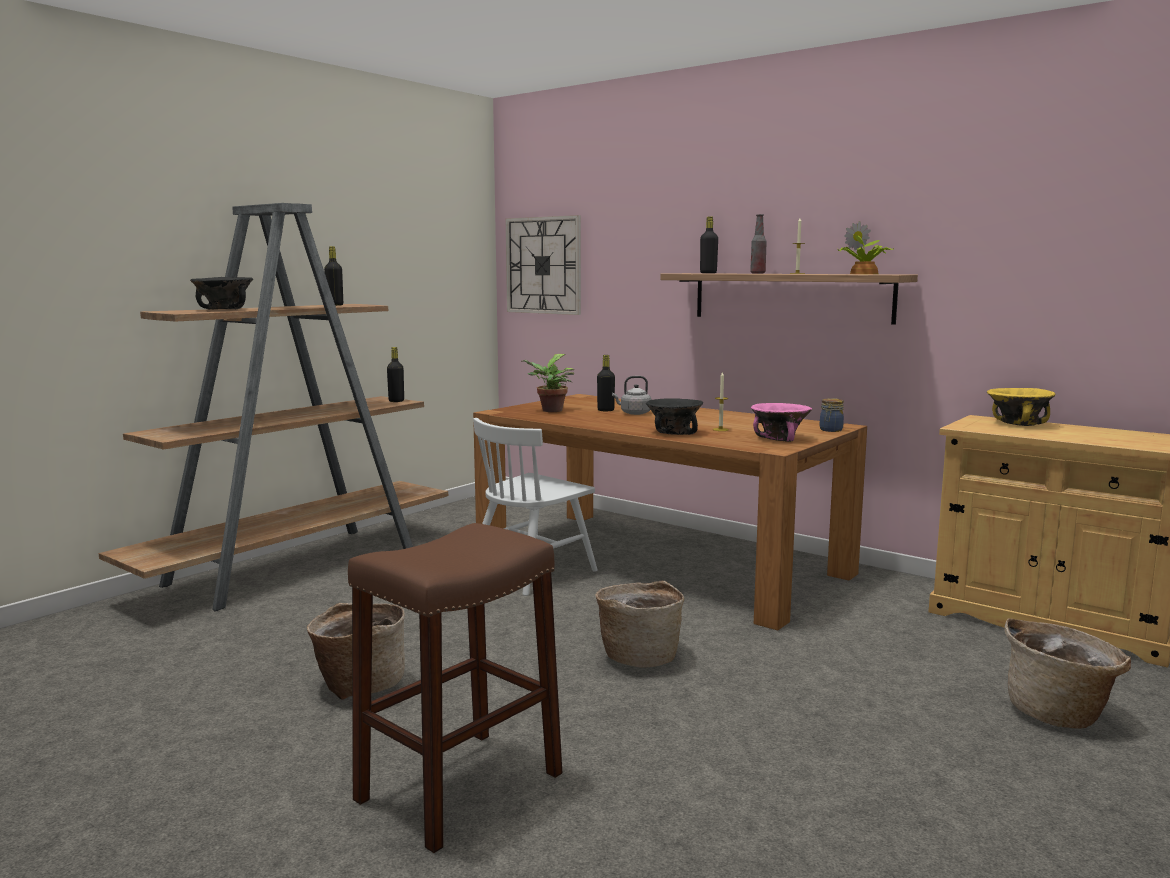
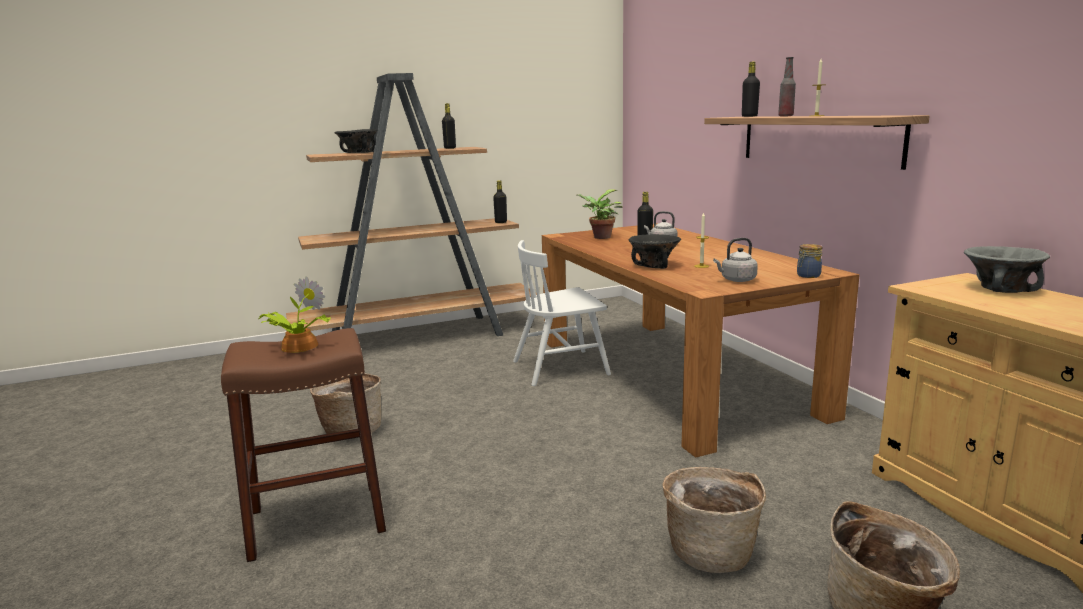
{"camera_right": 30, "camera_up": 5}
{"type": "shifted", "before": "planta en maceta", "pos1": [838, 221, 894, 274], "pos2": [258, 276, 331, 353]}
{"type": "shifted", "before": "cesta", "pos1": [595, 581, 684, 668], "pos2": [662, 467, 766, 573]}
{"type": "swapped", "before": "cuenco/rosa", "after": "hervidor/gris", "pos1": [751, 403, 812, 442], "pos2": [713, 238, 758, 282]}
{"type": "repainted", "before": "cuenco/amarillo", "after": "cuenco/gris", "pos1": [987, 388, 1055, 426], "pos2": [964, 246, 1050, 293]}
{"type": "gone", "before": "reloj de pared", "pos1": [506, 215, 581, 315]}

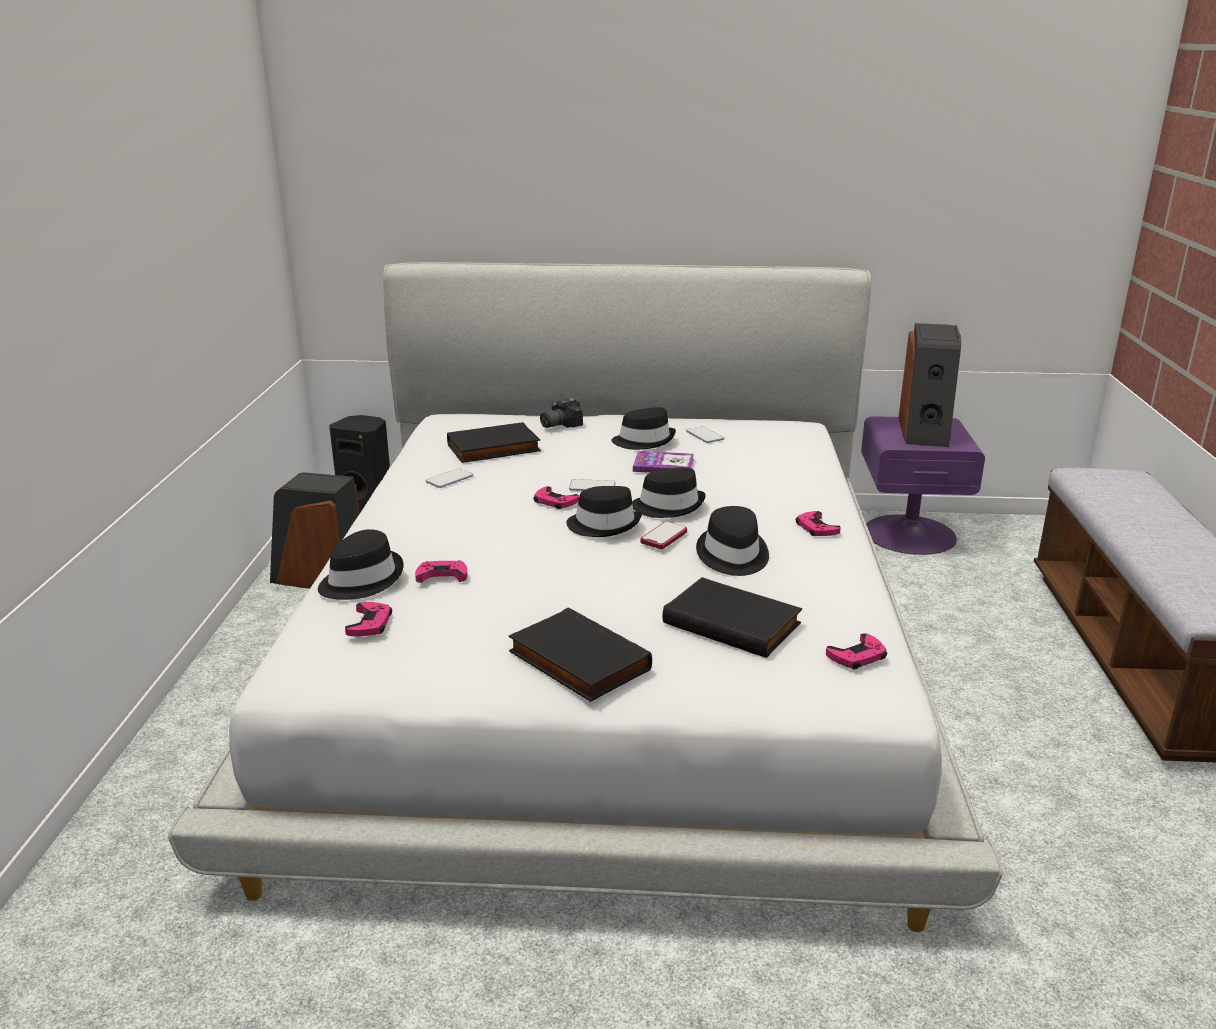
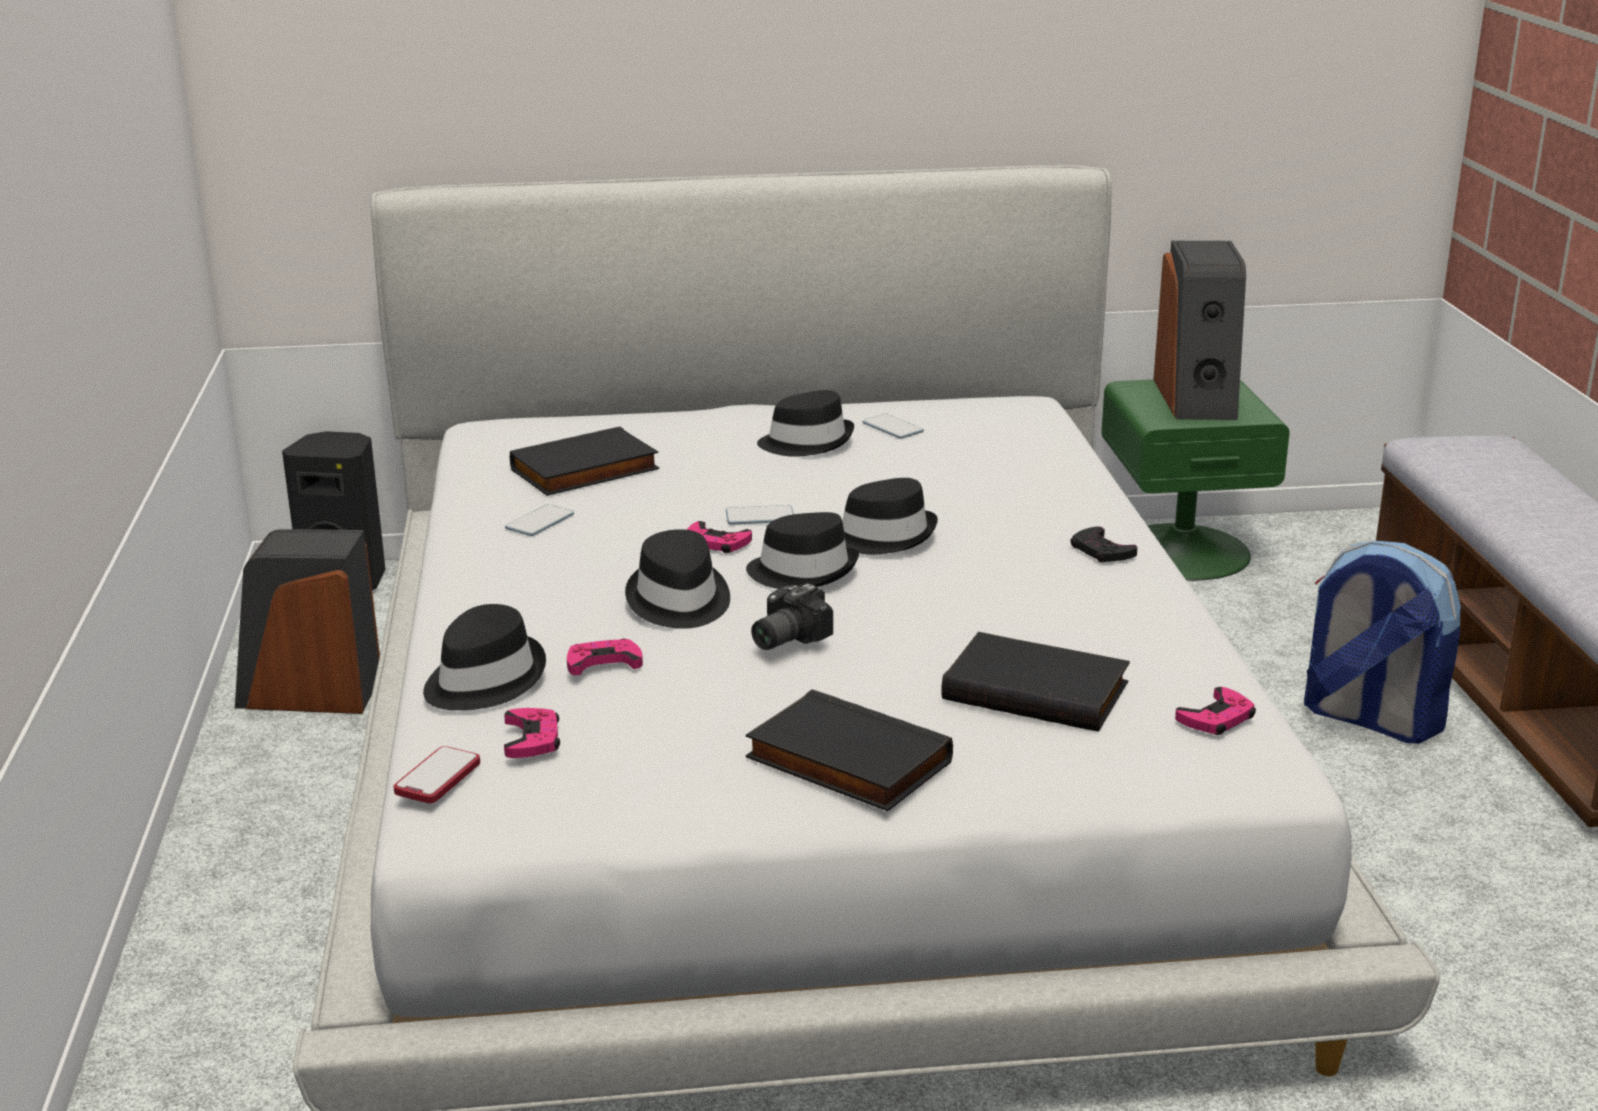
{"camera_right": -10, "camera_up": 0}
{"type": "shifted", "before": "móvil", "pos1": [640, 522, 687, 549], "pos2": [394, 746, 480, 804]}
{"type": "shifted", "before": "sombrero/negro", "pos1": [696, 506, 769, 576], "pos2": [625, 529, 730, 629]}
{"type": "shifted", "before": "cámara", "pos1": [540, 398, 583, 428], "pos2": [751, 583, 833, 650]}
{"type": "repainted", "before": "mando de consola/rosa", "after": "mando de consola/negro", "pos1": [796, 511, 841, 536], "pos2": [1070, 526, 1137, 562]}
{"type": "repainted", "before": "mesita de noche/morado", "after": "mesita de noche/verde", "pos1": [861, 416, 985, 555], "pos2": [1101, 379, 1290, 580]}
{"type": "new", "after": "mochila", "pos2": [1304, 541, 1461, 743]}
{"type": "gone", "before": "libro", "pos1": [633, 451, 694, 473]}

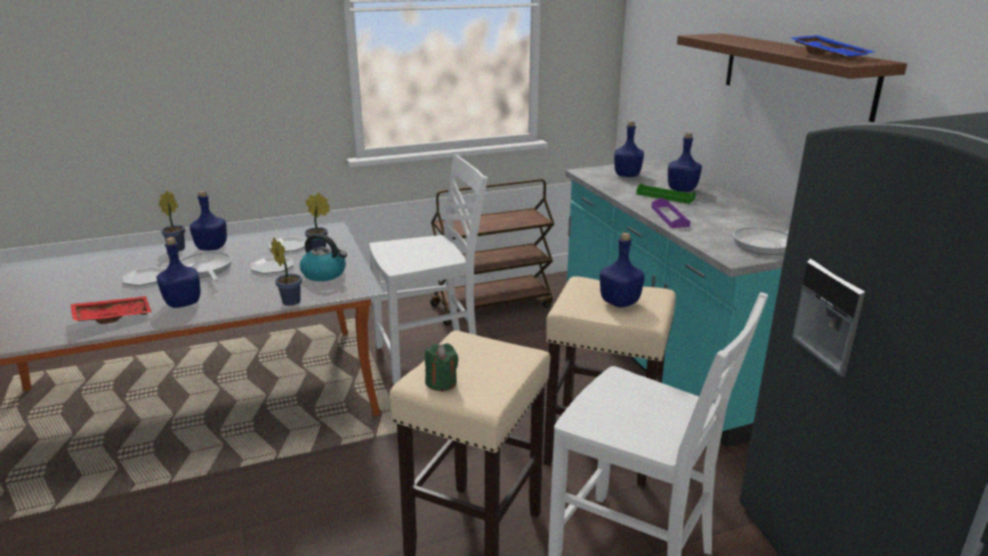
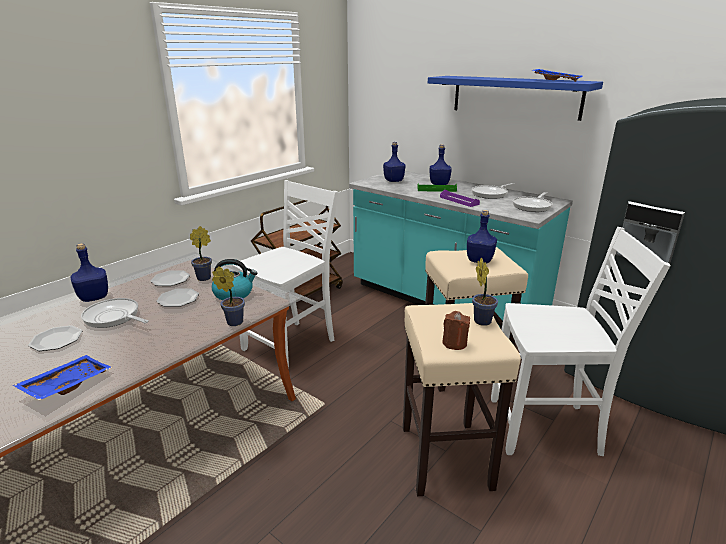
{"camera_right": -30, "camera_up": 0}
{"type": "repainted", "before": "bandeja/rojo", "after": "bandeja/azul", "pos1": [71, 296, 151, 324], "pos2": [13, 355, 112, 400]}
{"type": "repainted", "before": "estante/marrón", "after": "estante/azul", "pos1": [677, 33, 907, 122], "pos2": [428, 76, 603, 121]}
{"type": "repainted", "before": "vela/verde", "after": "vela/marrón", "pos1": [425, 343, 459, 391], "pos2": [442, 311, 470, 350]}
{"type": "new", "after": "sartén", "pos2": [472, 183, 514, 199]}
{"type": "shifted", "before": "planta en maceta", "pos1": [159, 191, 185, 251], "pos2": [472, 257, 498, 326]}
{"type": "gone", "before": "botella/azul", "pos1": [157, 237, 200, 308]}

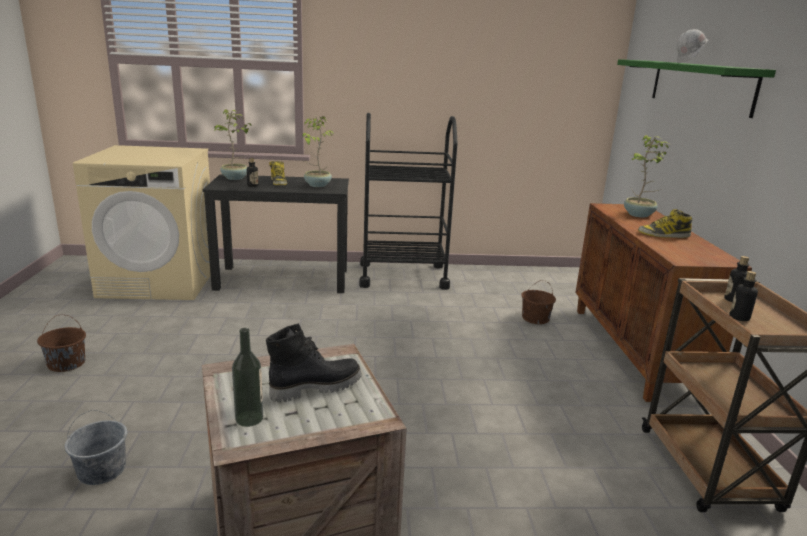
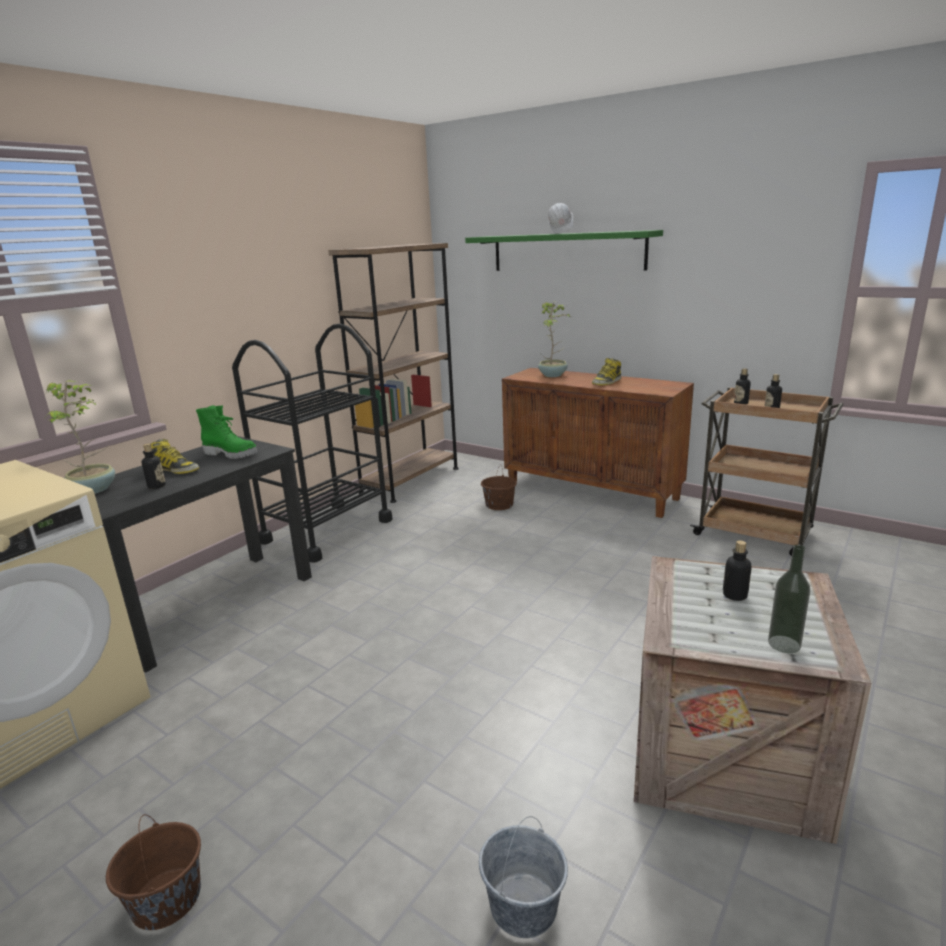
{"camera_right": -50, "camera_up": 0}
{"type": "swapped", "before": "planta en maceta", "after": "bota/verde", "pos1": [302, 116, 334, 187], "pos2": [196, 405, 258, 459]}
{"type": "new", "after": "estantería/marrón", "pos2": [328, 243, 459, 503]}
{"type": "swapped", "before": "bota/negro", "after": "botella", "pos1": [266, 323, 362, 402], "pos2": [723, 540, 752, 601]}

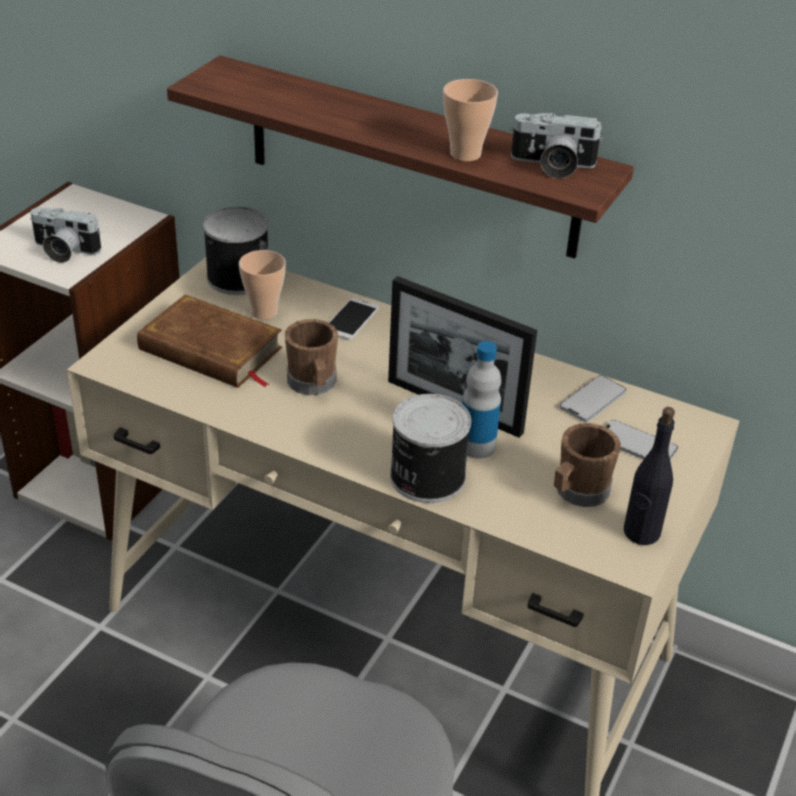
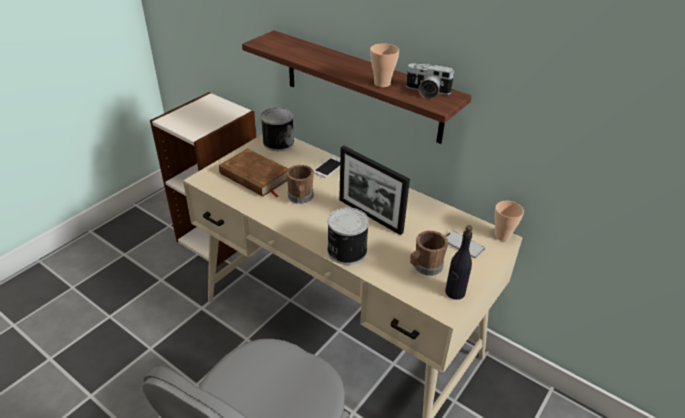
{"camera_right": 10, "camera_up": 0}
{"type": "shifted", "before": "taza", "pos1": [239, 250, 286, 320], "pos2": [495, 201, 524, 241]}
{"type": "gone", "before": "cámara", "pos1": [30, 207, 101, 263]}
{"type": "gone", "before": "botella", "pos1": [462, 341, 501, 459]}
{"type": "gone", "before": "móvil", "pos1": [560, 375, 626, 422]}

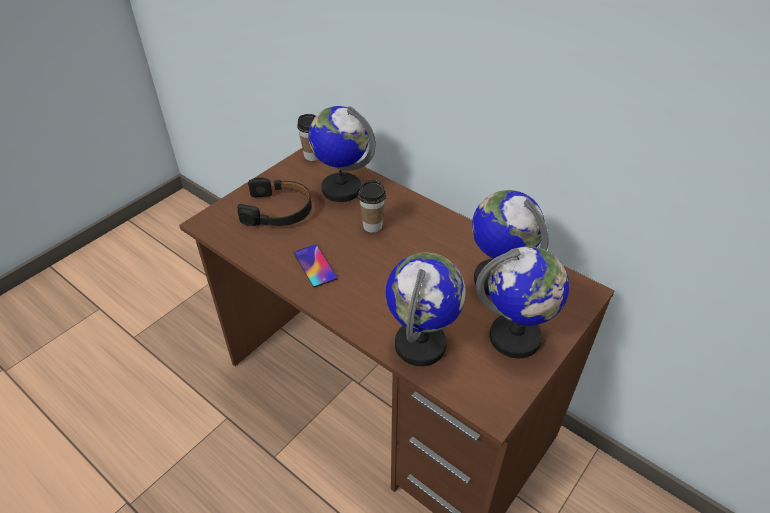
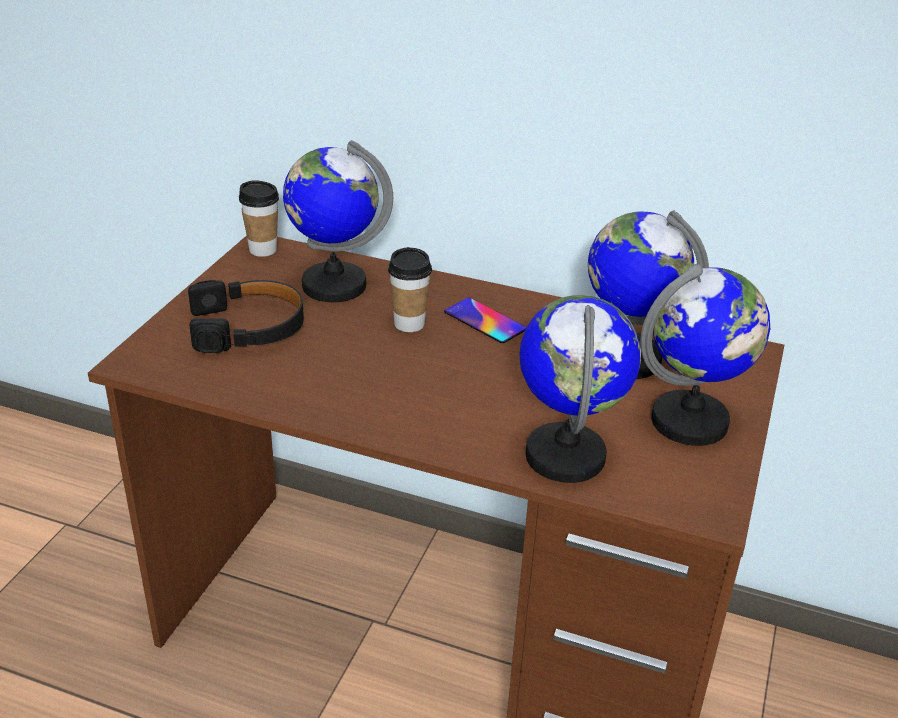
{"camera_right": -20, "camera_up": -10}
{"type": "shifted", "before": "móvil", "pos1": [294, 244, 338, 287], "pos2": [444, 298, 526, 343]}

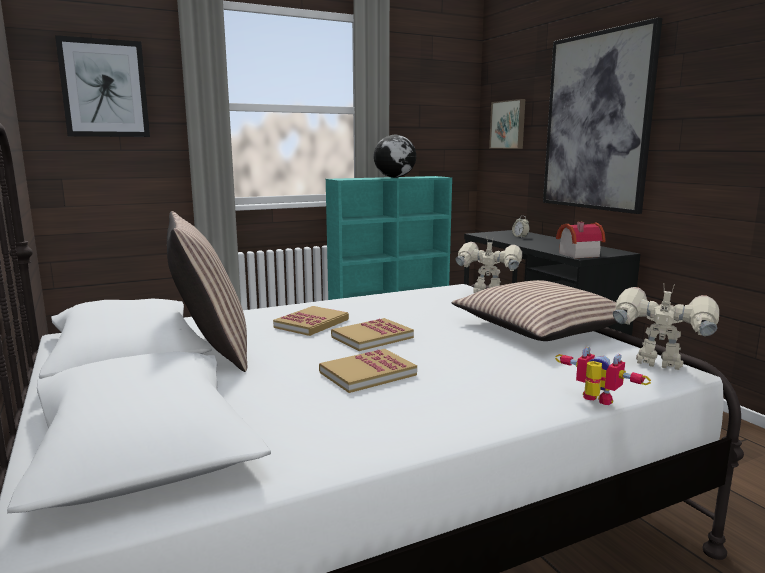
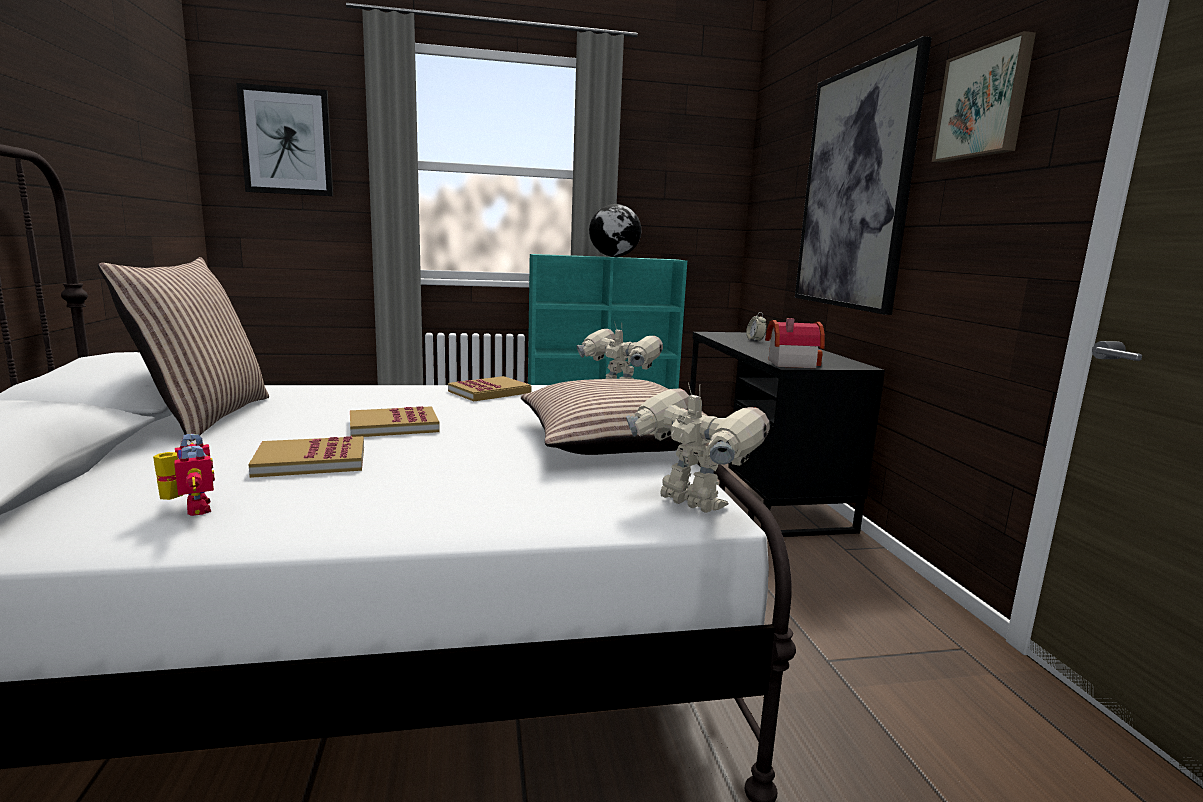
{"camera_right": 15, "camera_up": 0}
{"type": "shifted", "before": "robot de juguete", "pos1": [555, 346, 651, 405], "pos2": [153, 433, 215, 516]}
{"type": "shifted", "before": "libro", "pos1": [273, 306, 349, 336], "pos2": [448, 376, 531, 401]}
{"type": "shifted", "before": "cuadro", "pos1": [489, 99, 525, 149], "pos2": [932, 31, 1036, 162]}

